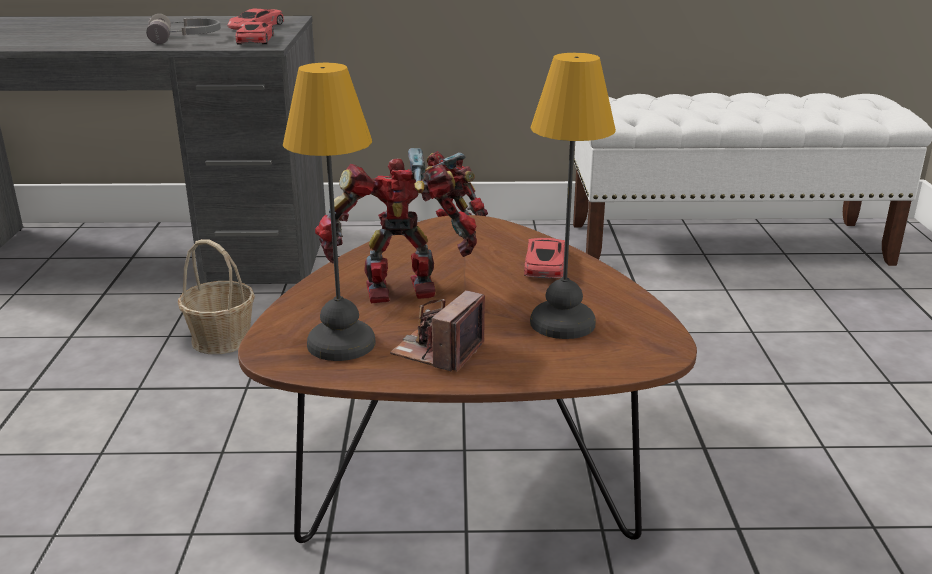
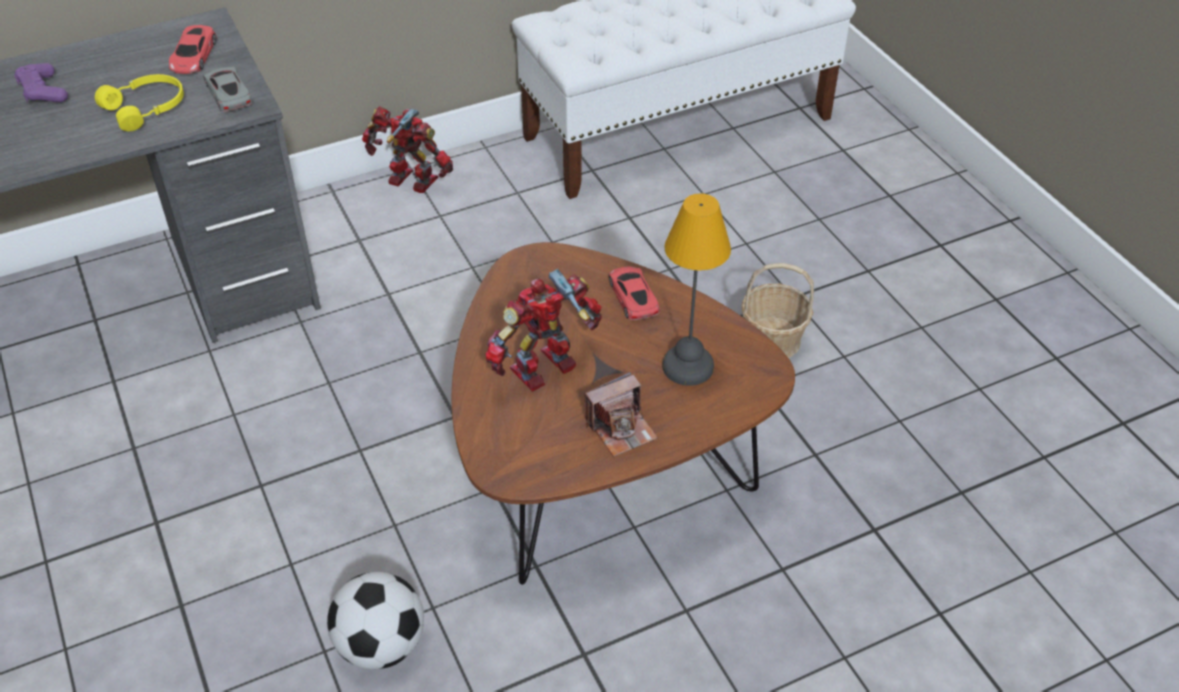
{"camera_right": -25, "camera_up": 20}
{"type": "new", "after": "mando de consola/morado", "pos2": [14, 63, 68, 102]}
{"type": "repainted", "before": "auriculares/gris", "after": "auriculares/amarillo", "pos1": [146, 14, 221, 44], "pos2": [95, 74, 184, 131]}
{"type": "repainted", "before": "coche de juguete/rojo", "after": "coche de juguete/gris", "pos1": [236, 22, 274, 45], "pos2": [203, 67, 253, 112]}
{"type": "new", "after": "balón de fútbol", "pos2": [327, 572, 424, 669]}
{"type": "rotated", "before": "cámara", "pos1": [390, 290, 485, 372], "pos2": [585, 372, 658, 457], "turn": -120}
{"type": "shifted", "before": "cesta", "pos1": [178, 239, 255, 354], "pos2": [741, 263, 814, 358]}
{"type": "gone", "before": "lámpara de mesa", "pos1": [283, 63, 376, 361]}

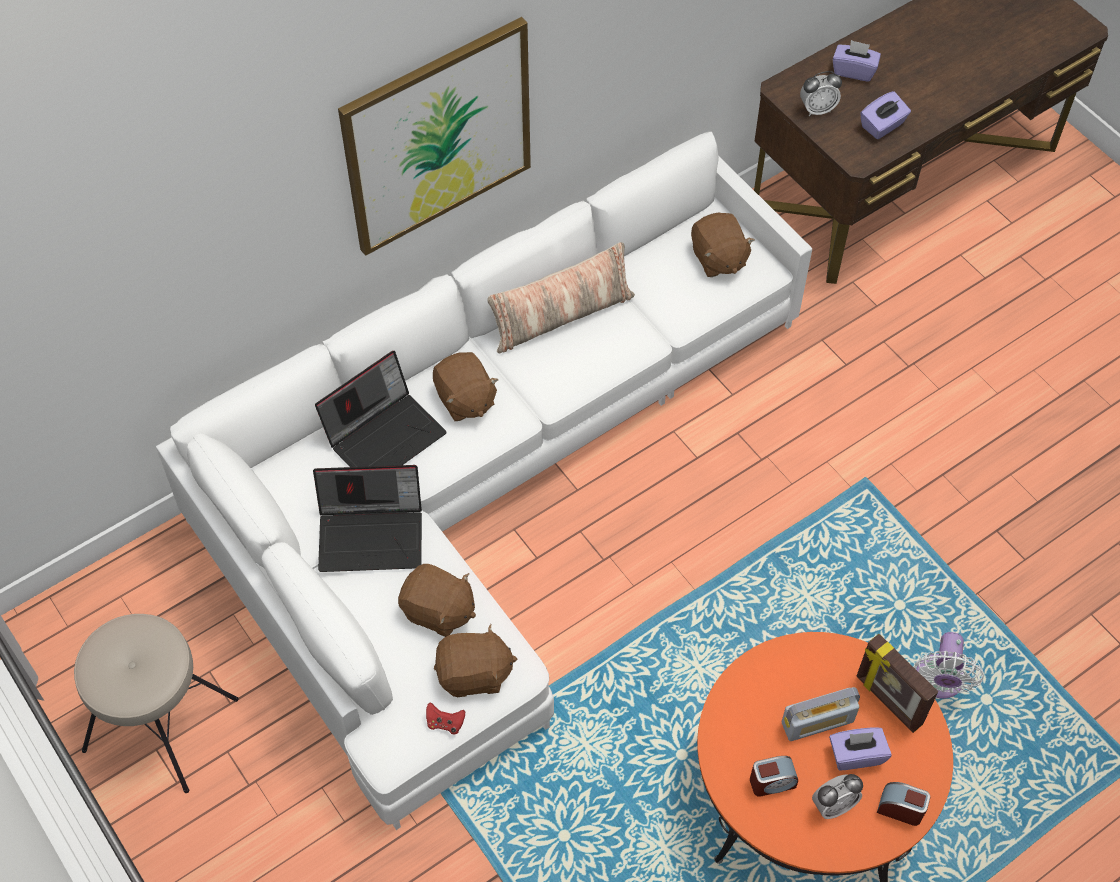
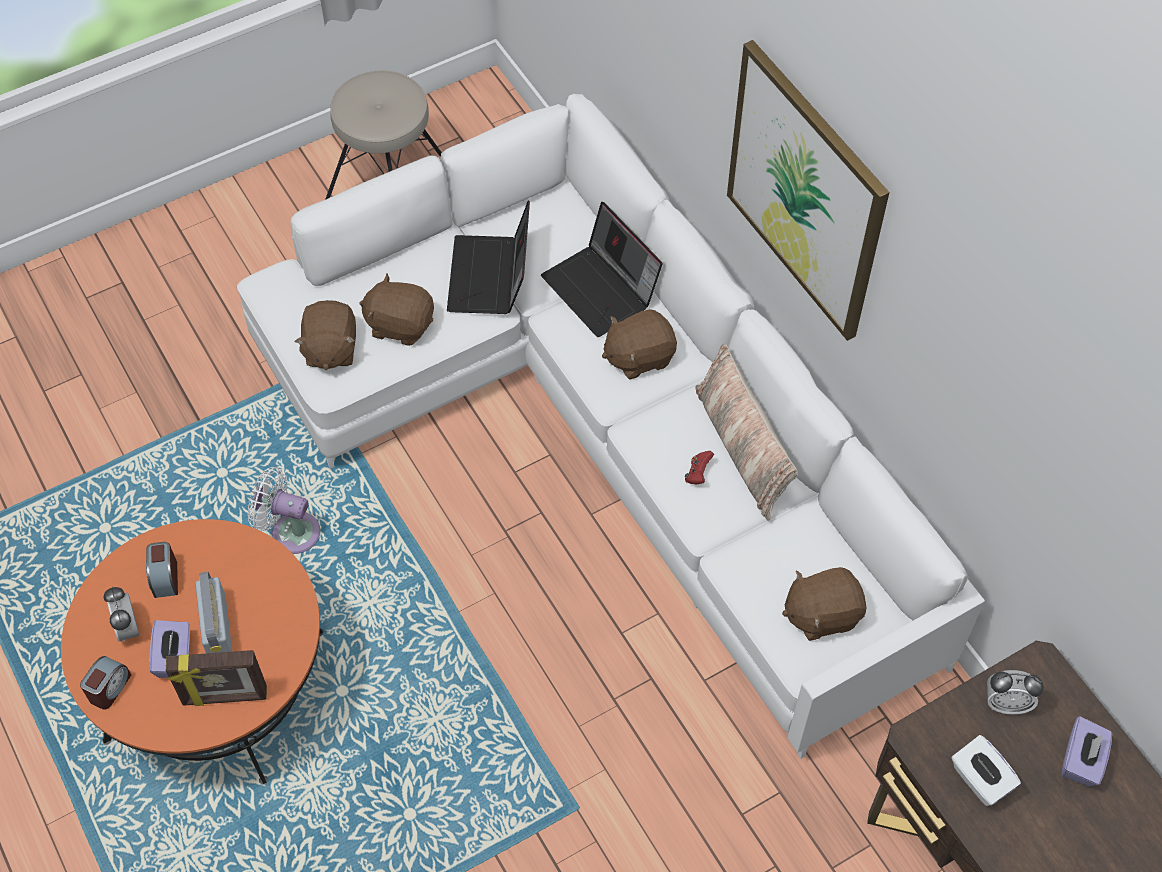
{"camera_right": 95, "camera_up": 0}
{"type": "rotated", "before": "portarretratos", "pos1": [857, 634, 938, 733], "pos2": [166, 650, 267, 706], "turn": -150}
{"type": "shifted", "before": "ventilador/blanco", "pos1": [914, 632, 984, 698], "pos2": [248, 467, 320, 554]}
{"type": "rotated", "before": "peluche/marrón", "pos1": [398, 564, 476, 637], "pos2": [360, 274, 434, 346], "turn": 75}
{"type": "shifted", "before": "mando de consola/rojo", "pos1": [426, 702, 465, 734], "pos2": [685, 451, 714, 484]}
{"type": "repainted", "before": "caja de pañuelos/morado", "after": "caja de pañuelos/blanco", "pos1": [861, 91, 911, 139], "pos2": [952, 735, 1021, 806]}
{"type": "rotated", "before": "despertador", "pos1": [800, 71, 842, 116], "pos2": [987, 670, 1044, 714], "turn": -75}

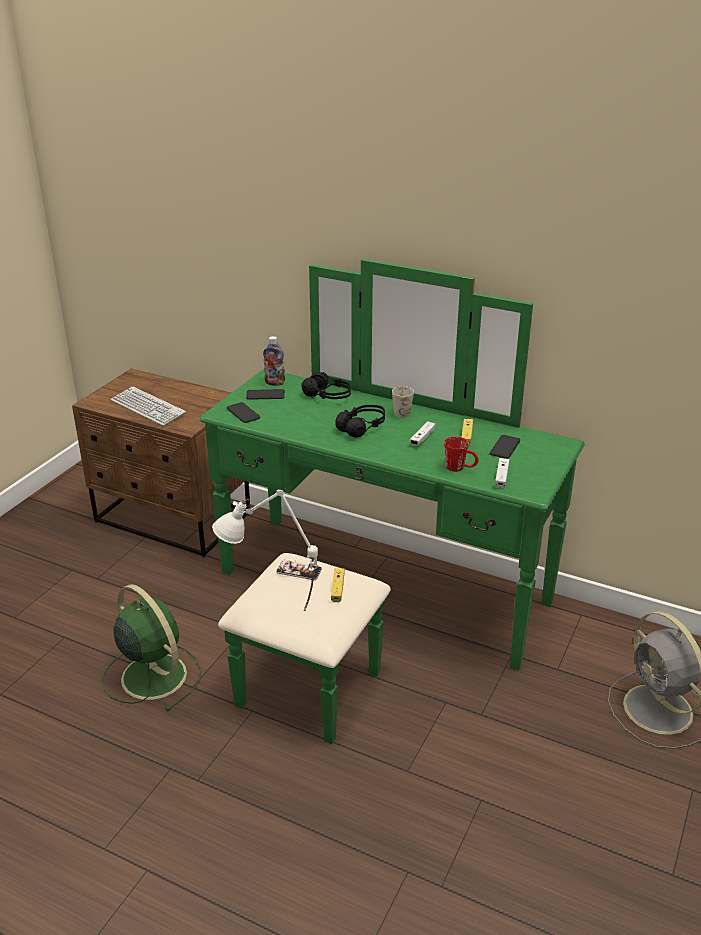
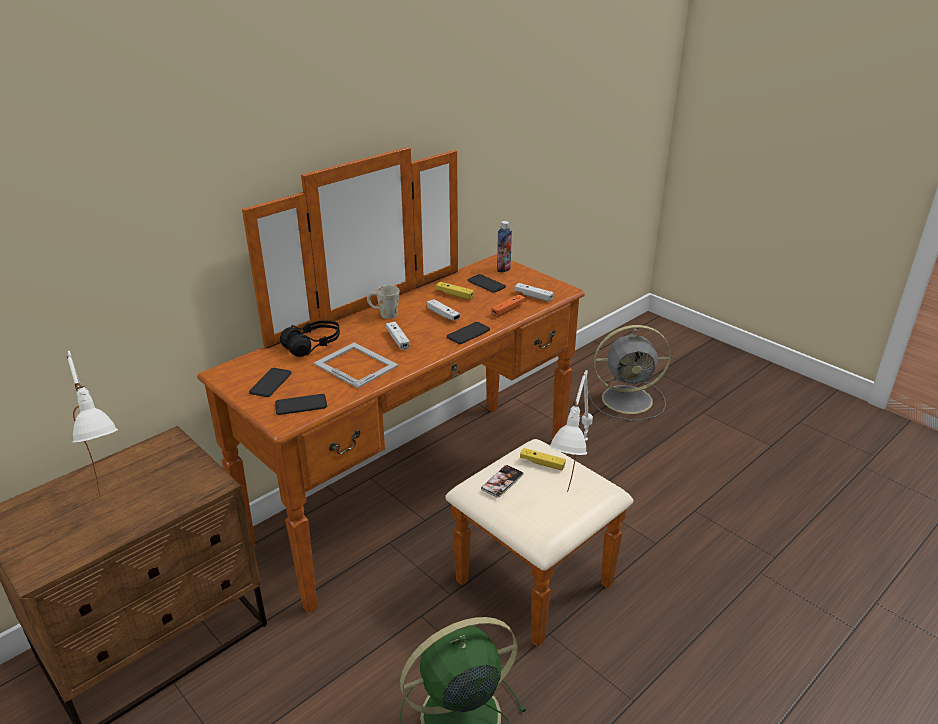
{"camera_right": -70, "camera_up": 0}
{"type": "swapped", "before": "teclado", "after": "lámpara de mesa/blanco", "pos1": [111, 387, 186, 426], "pos2": [67, 351, 118, 495]}
{"type": "repainted", "before": "cómoda/verde", "after": "cómoda/marrón", "pos1": [200, 259, 585, 744], "pos2": [197, 147, 633, 647]}
{"type": "new", "after": "portarretratos", "pos2": [314, 342, 398, 388]}
{"type": "swapped", "before": "auriculares/negro", "after": "mando de consola/blanco", "pos1": [335, 405, 385, 438], "pos2": [386, 322, 410, 350]}
{"type": "new", "after": "móvil", "pos2": [447, 322, 490, 344]}
{"type": "swapped", "before": "taza grande/rojo", "after": "mando de consola/naranja", "pos1": [444, 437, 479, 472], "pos2": [491, 294, 525, 317]}
{"type": "shifted", "before": "botella", "pos1": [263, 336, 285, 386], "pos2": [497, 221, 512, 273]}

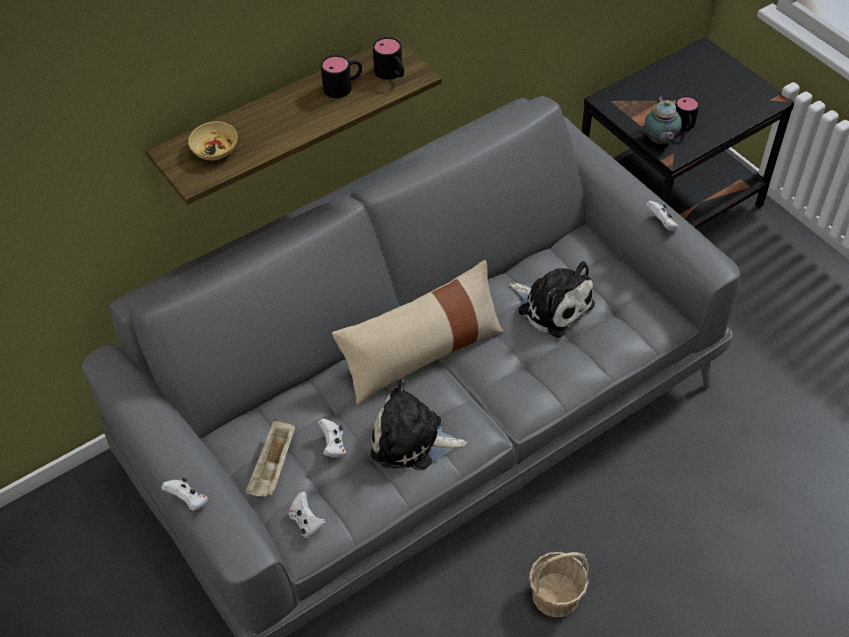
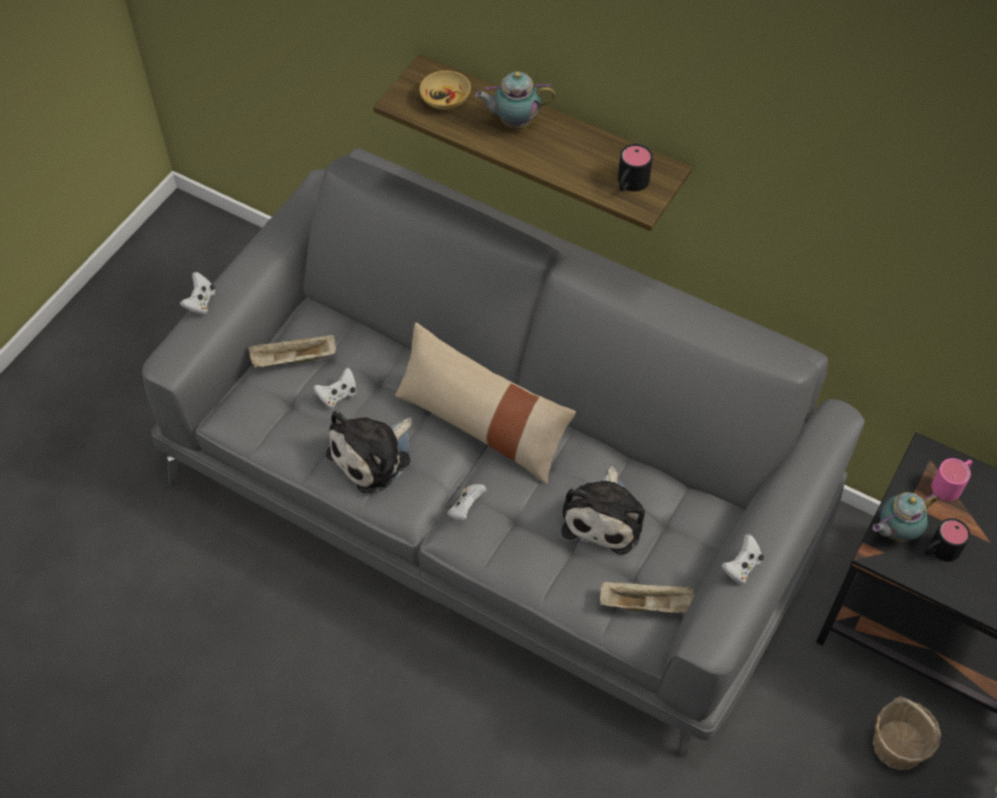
{"camera_right": 65, "camera_up": 5}
{"type": "rotated", "before": "peluche", "pos1": [371, 379, 467, 470], "pos2": [326, 411, 413, 494], "turn": -120}
{"type": "shifted", "before": "mando de consola/blanco", "pos1": [289, 492, 326, 538], "pos2": [447, 484, 486, 521]}
{"type": "new", "after": "tetera", "pos2": [475, 72, 556, 129]}
{"type": "new", "after": "bandeja/beis", "pos2": [600, 581, 695, 613]}
{"type": "shifted", "before": "cesta", "pos1": [529, 552, 589, 617], "pos2": [873, 696, 941, 770]}
{"type": "new", "after": "taza grande/rosa", "pos2": [931, 458, 972, 501]}
{"type": "gone", "before": "taza grande/negro", "pos1": [321, 55, 362, 98]}

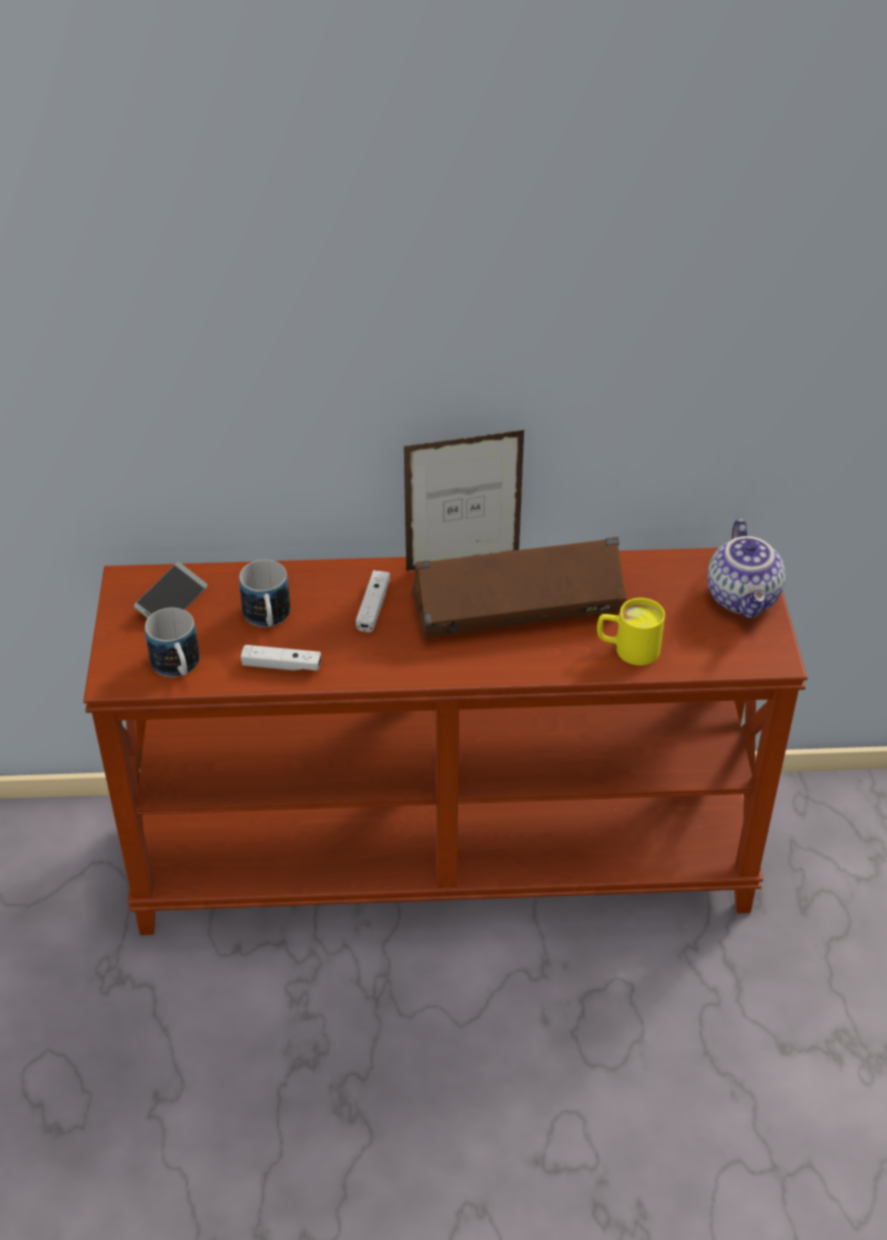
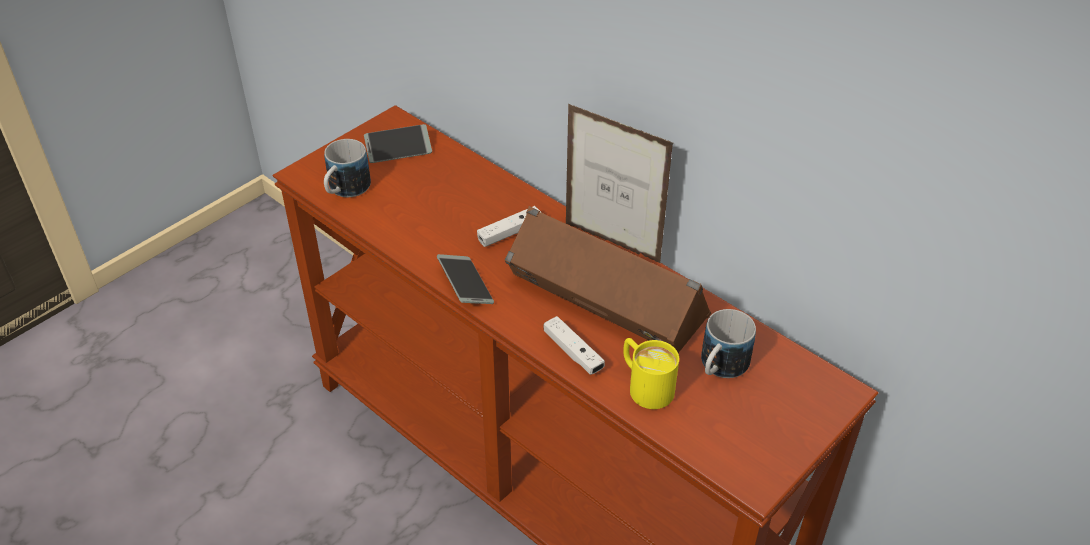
{"camera_right": 45, "camera_up": 0}
{"type": "new", "after": "móvil", "pos2": [437, 254, 494, 304]}
{"type": "shifted", "before": "mando de consola/blanco", "pos1": [241, 645, 321, 671], "pos2": [543, 316, 605, 375]}
{"type": "shifted", "before": "taza grande", "pos1": [239, 560, 291, 627], "pos2": [701, 309, 756, 378]}
{"type": "gone", "before": "tetera", "pos1": [707, 519, 786, 618]}

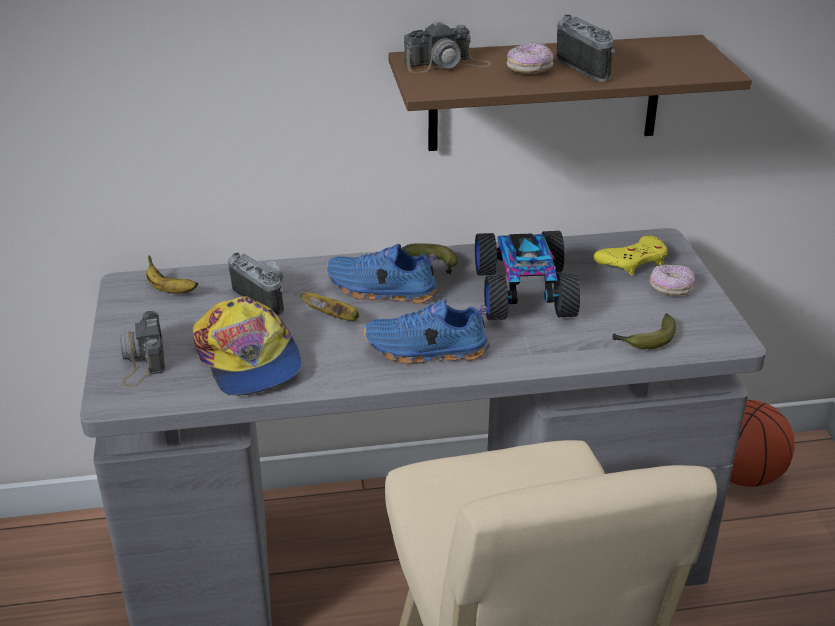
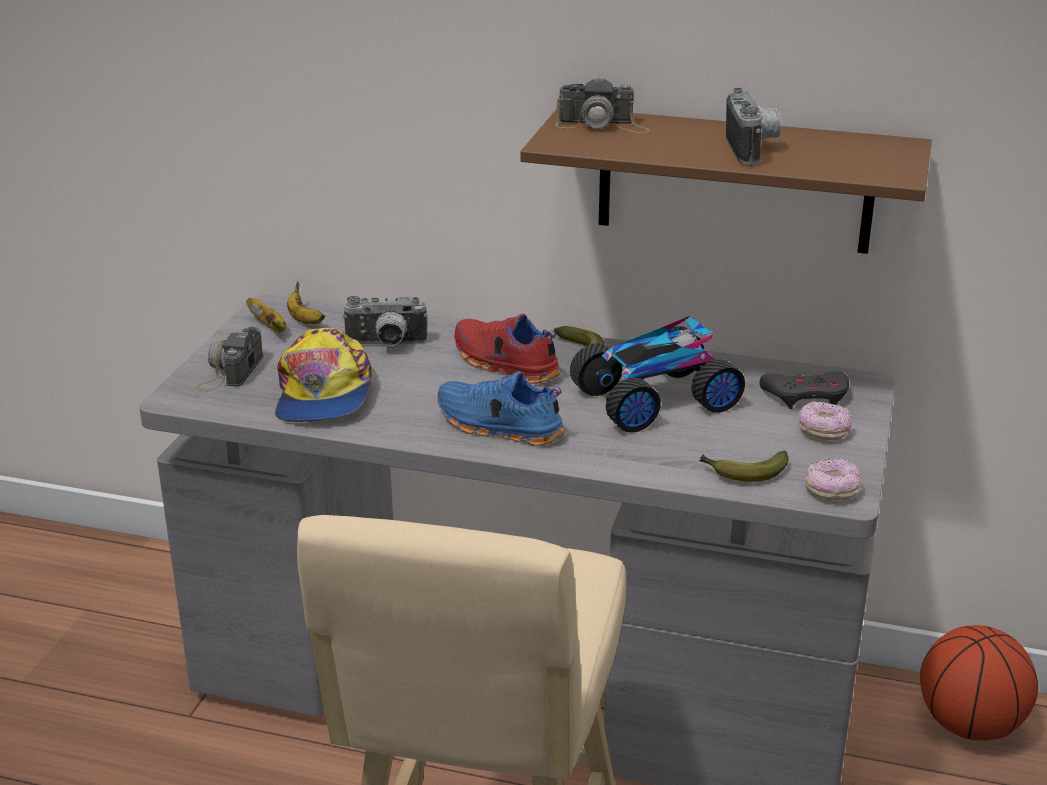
{"camera_right": 25, "camera_up": -5}
{"type": "shifted", "before": "plátano", "pos1": [300, 292, 359, 321], "pos2": [246, 298, 286, 333]}
{"type": "rotated", "before": "cámara", "pos1": [228, 252, 284, 316], "pos2": [343, 296, 427, 346], "turn": 105}
{"type": "repainted", "before": "zapato/azul", "after": "zapato/rojo", "pos1": [327, 244, 439, 304], "pos2": [454, 314, 561, 384]}
{"type": "rotated", "before": "coche de juguete", "pos1": [475, 231, 580, 320], "pos2": [570, 316, 745, 433], "turn": -135}
{"type": "repainted", "before": "mando de consola/amarillo", "after": "mando de consola/gris", "pos1": [594, 235, 667, 275], "pos2": [759, 371, 849, 409]}
{"type": "shifted", "before": "rosquilla", "pos1": [507, 42, 554, 74], "pos2": [804, 459, 862, 500]}

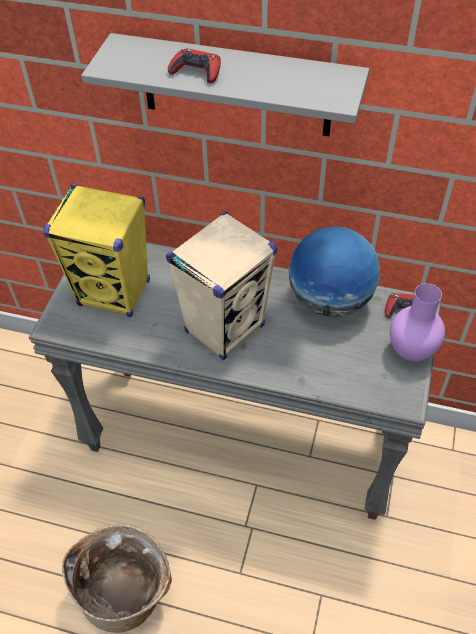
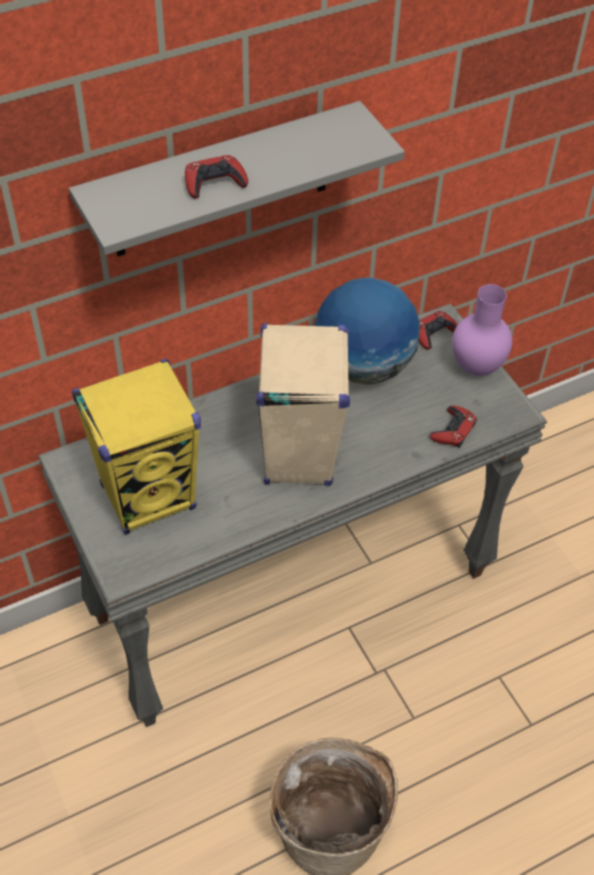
{"camera_right": -45, "camera_up": 0}
{"type": "new", "after": "mando de consola/rojo", "pos2": [430, 406, 477, 448]}

